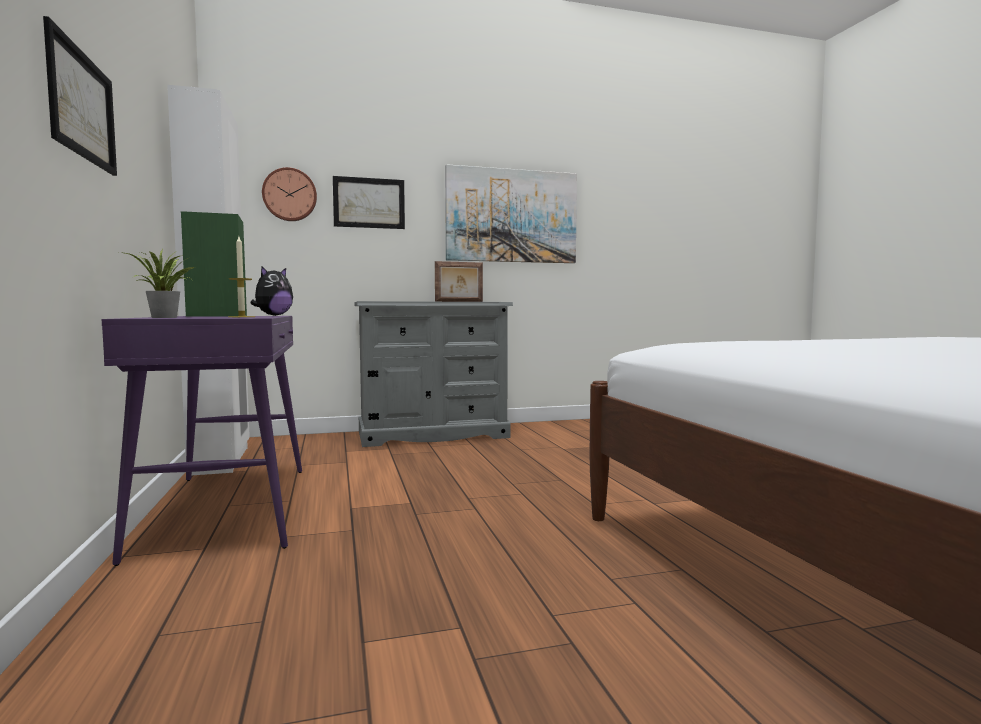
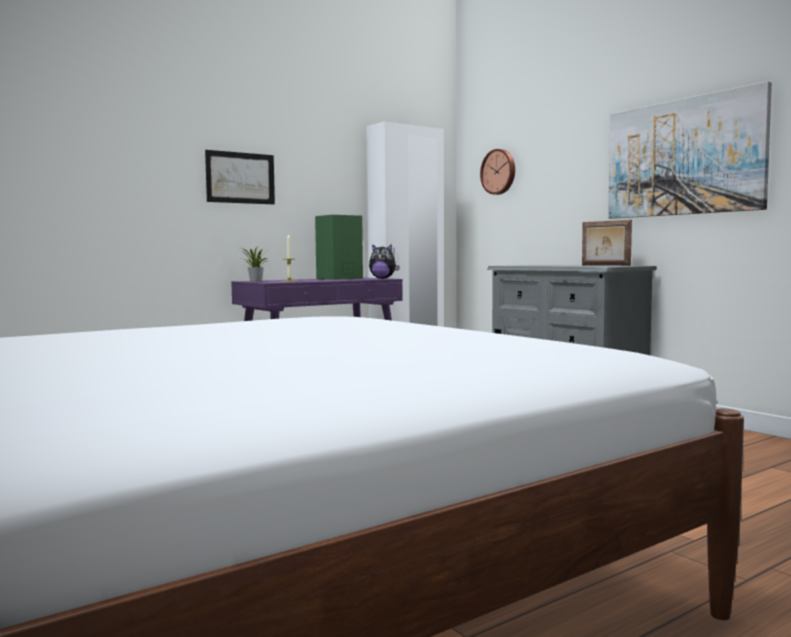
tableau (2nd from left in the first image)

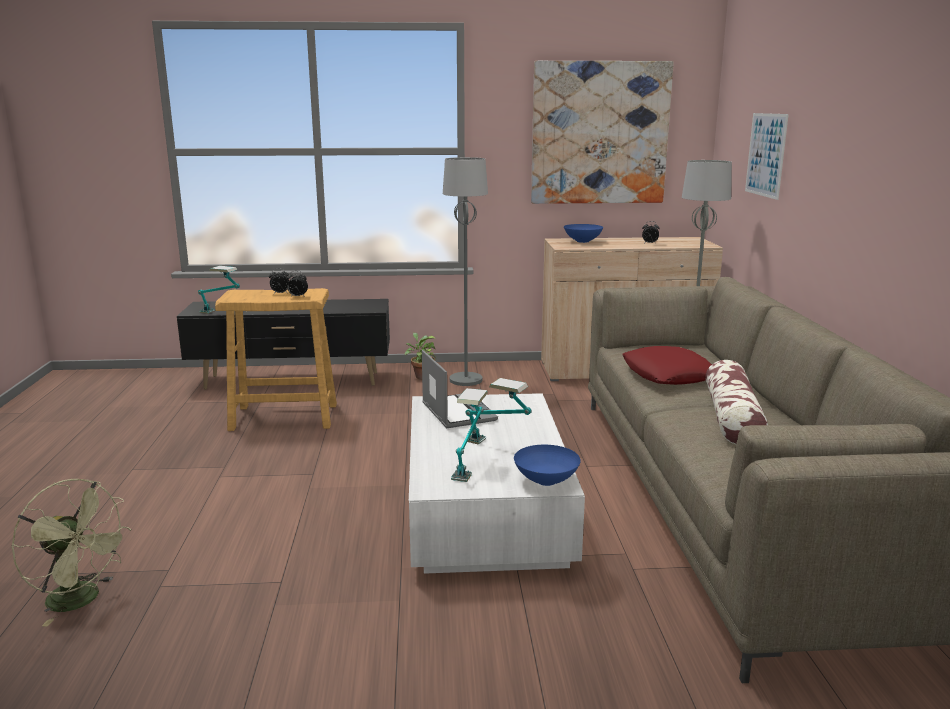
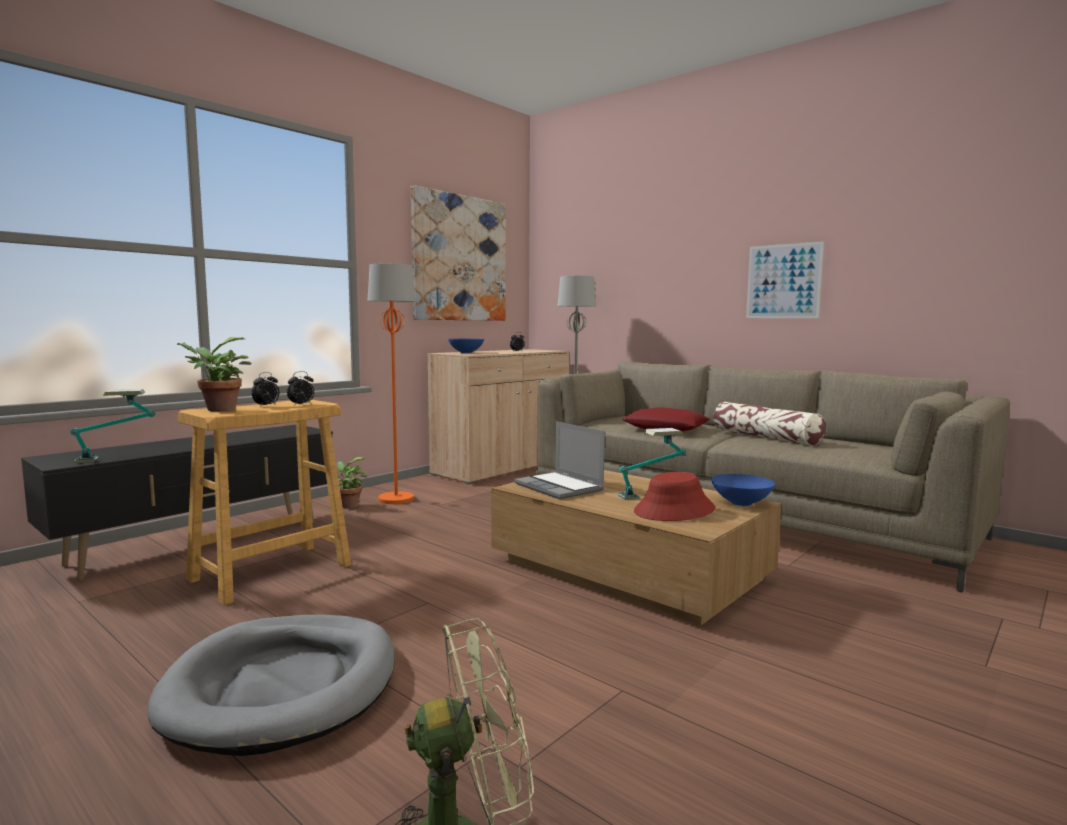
table basse/marron; ordinateur portable; lampadaire/orange; chapeau/rouge; tableau (2nd from left); panier pour chien/gris; plante en pot (1st from left)

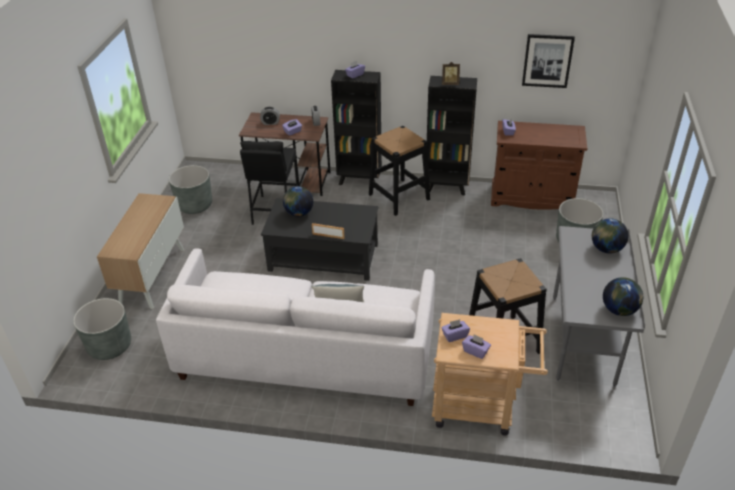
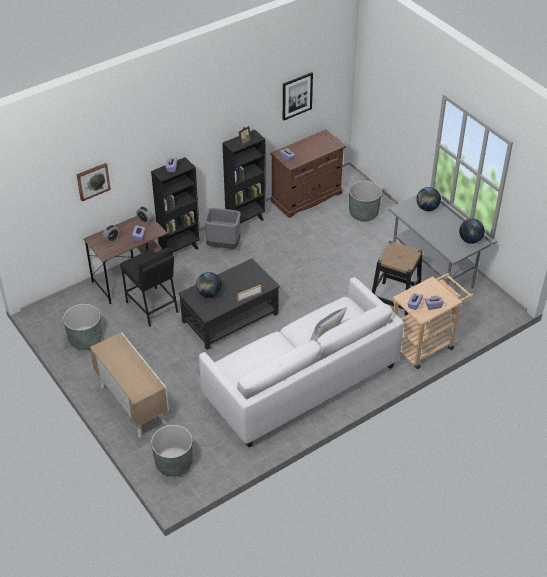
poubelle/gris; tableau (1st from left)

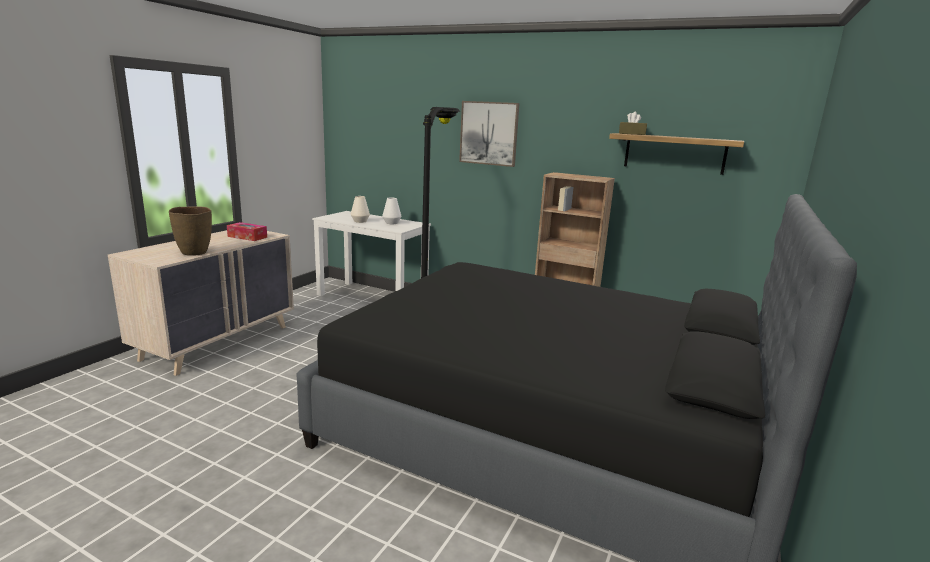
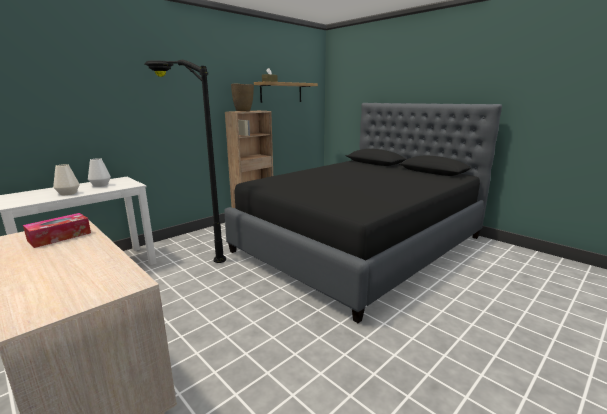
vase/marron; tableau

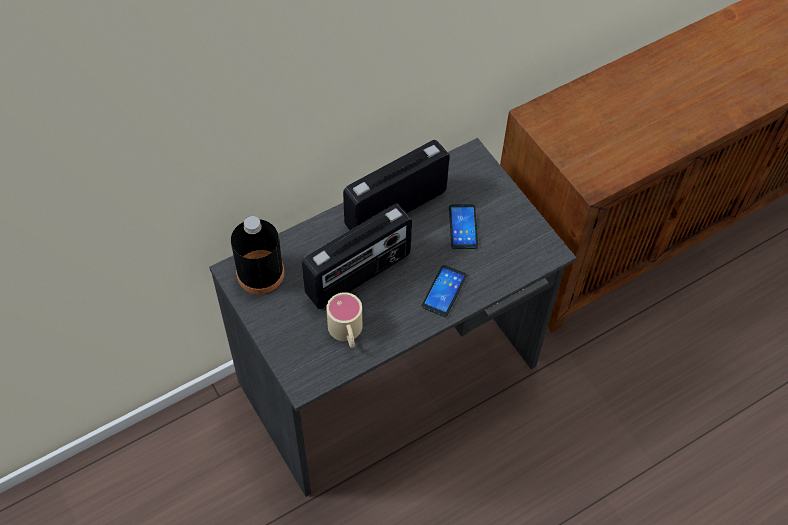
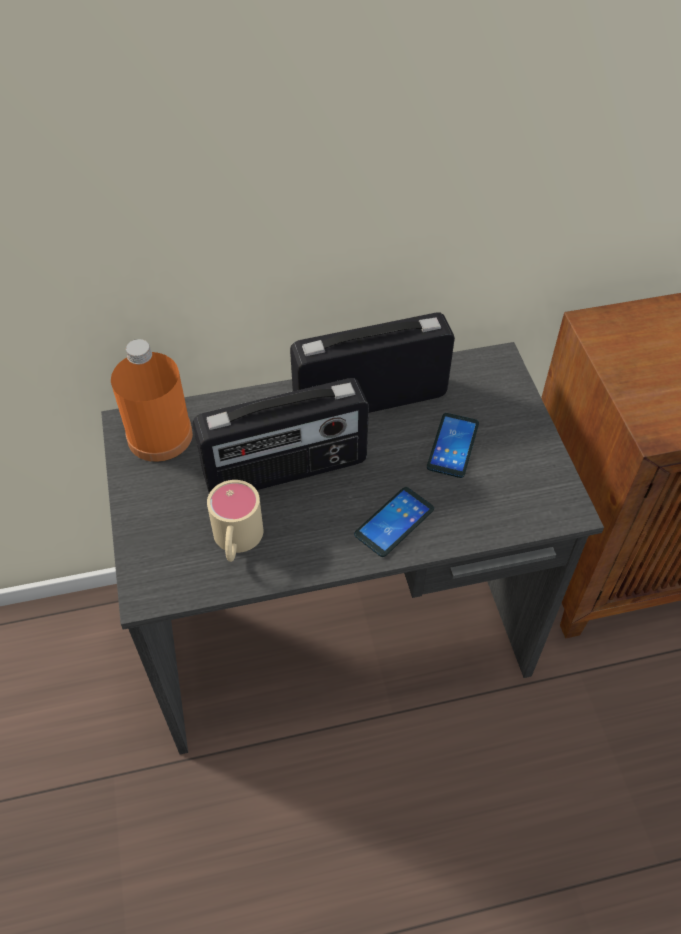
bouteille/orange

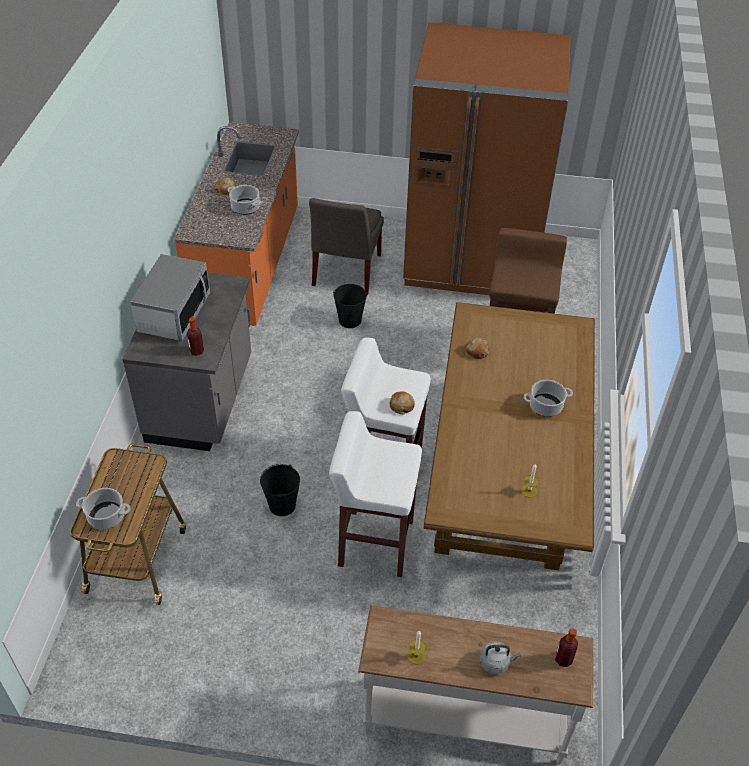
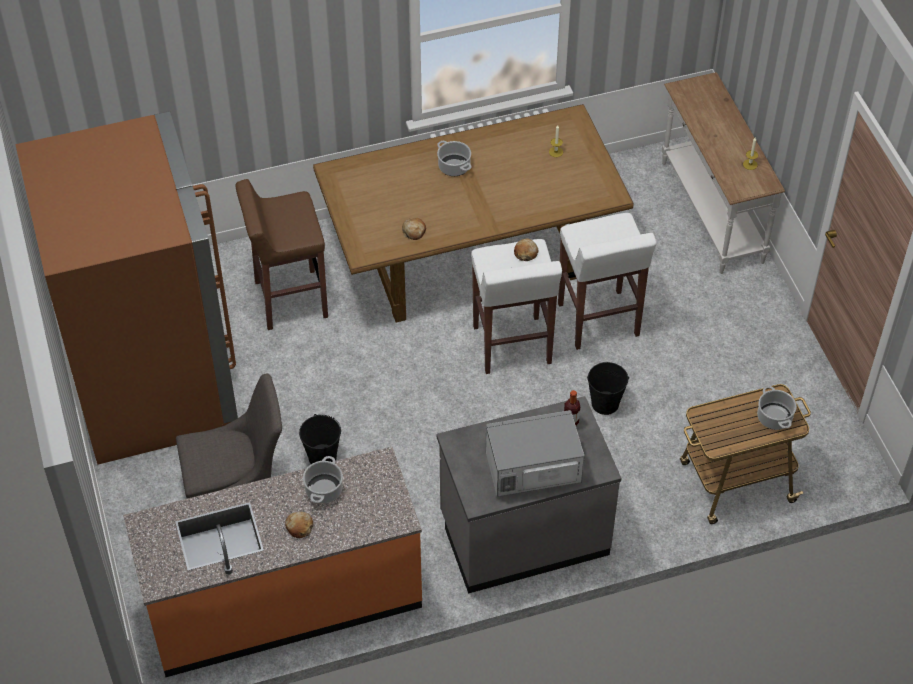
bouilloire/gris; bouteille (2nd from left in the first image)

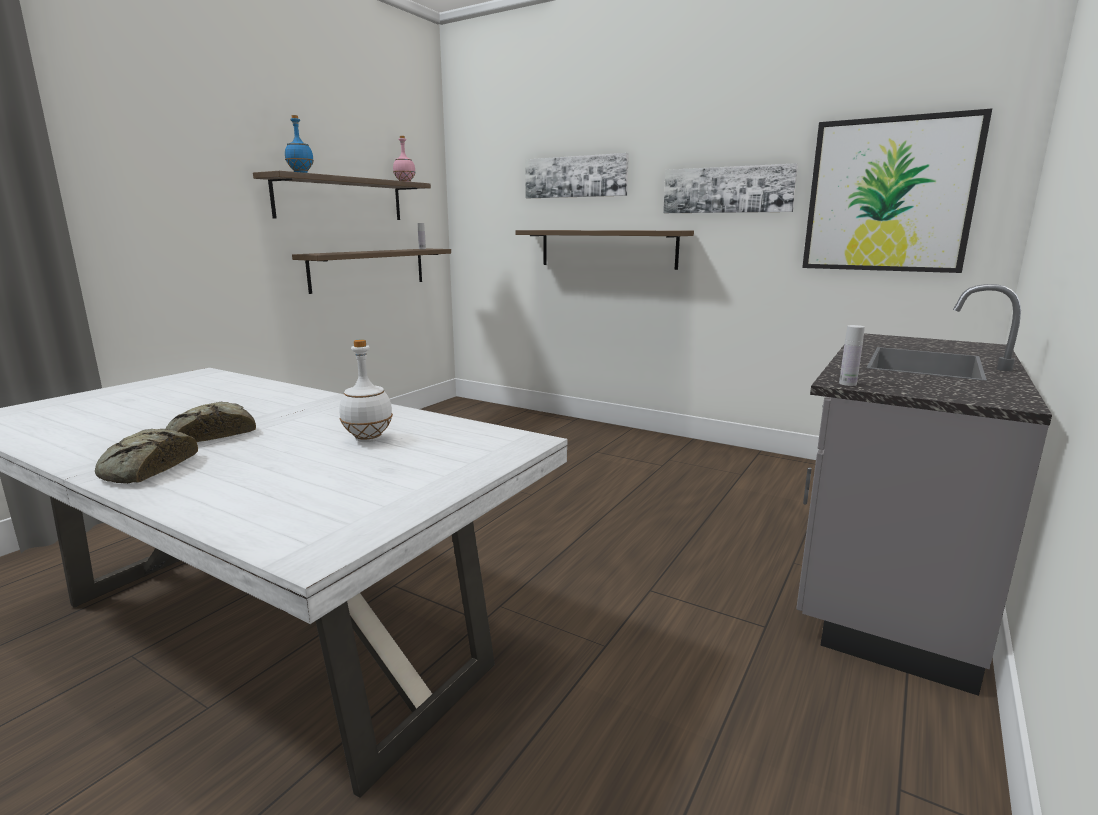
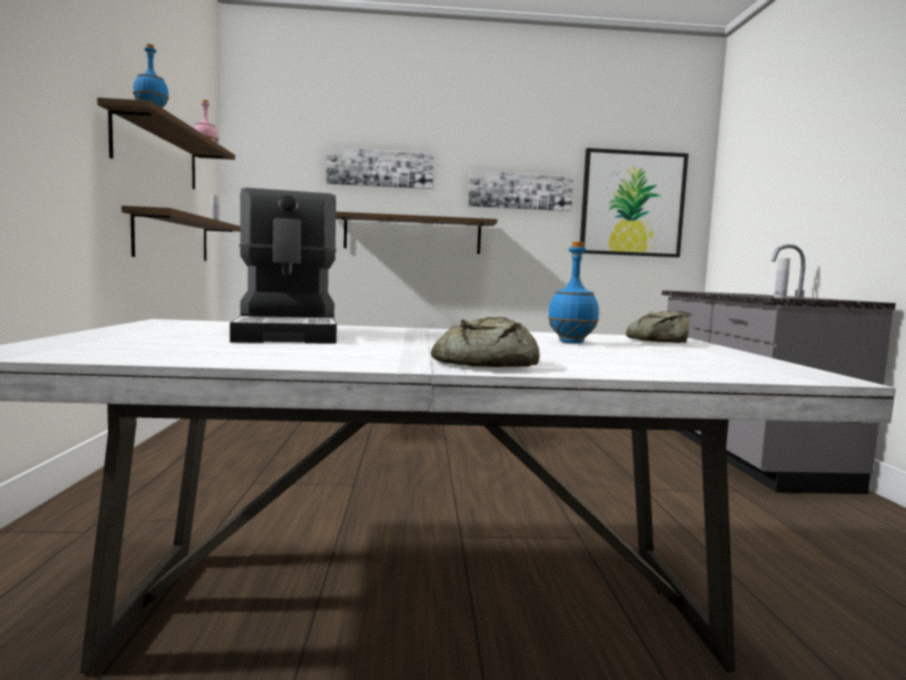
pain (2nd from left); bouteille/bleu (2nd from left); machine à café

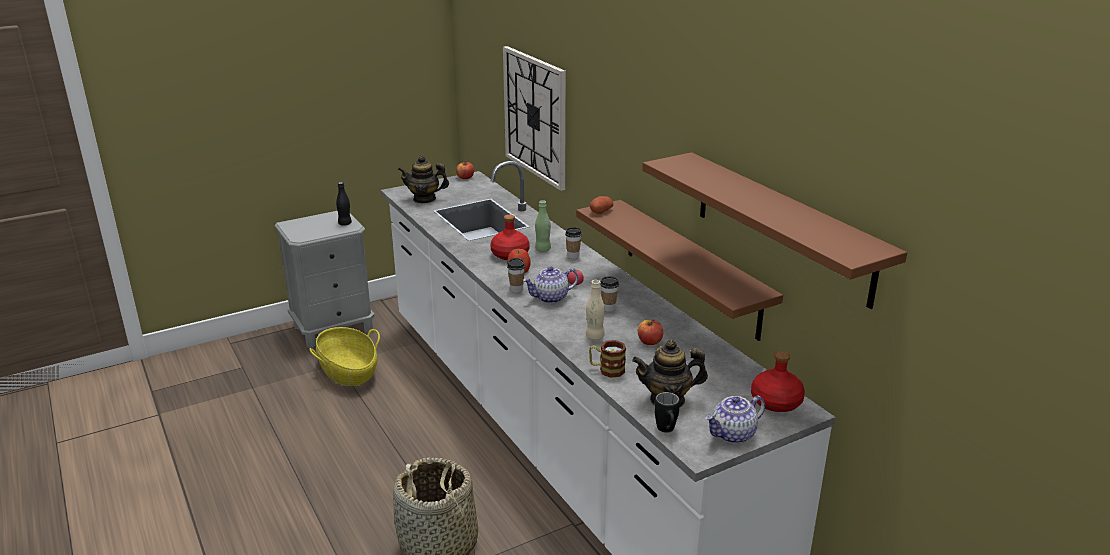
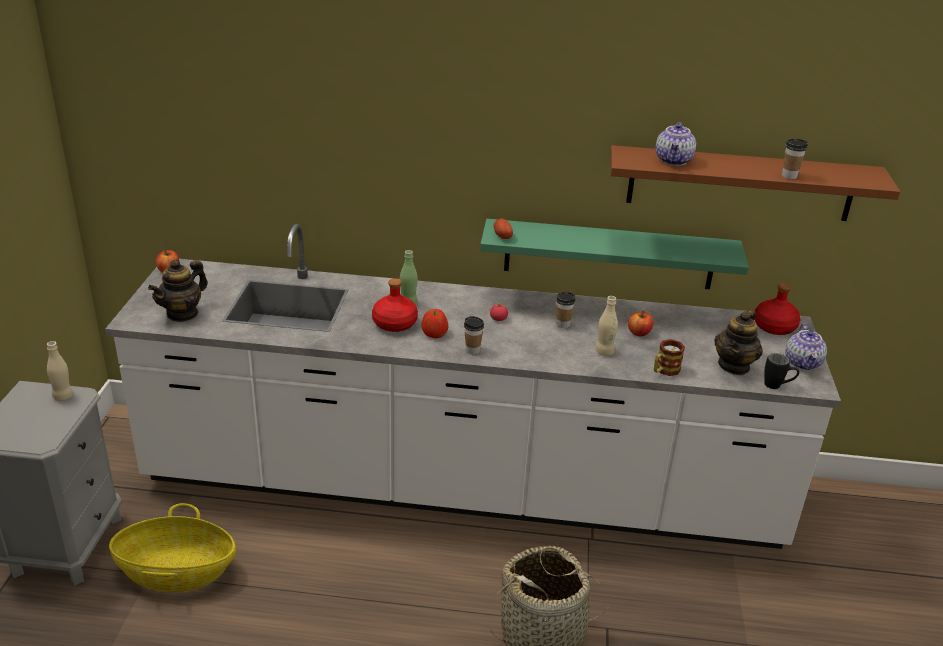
bouteille/beige (1st from left); horloge murale; théière (2nd from left); tasse (3rd from left); étagère/vert

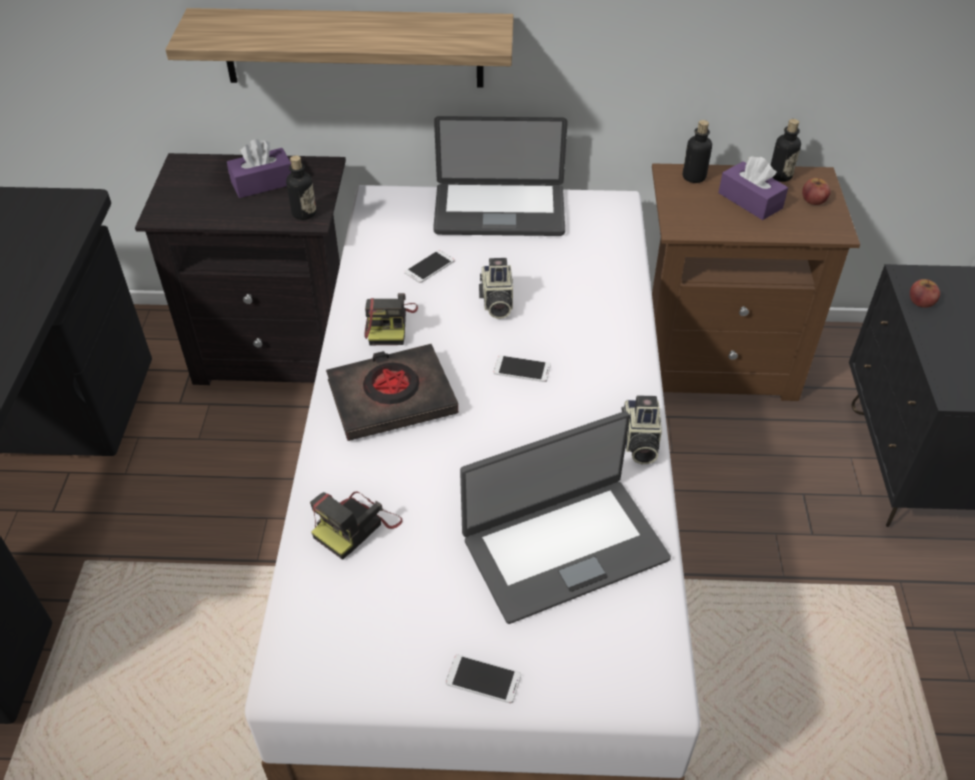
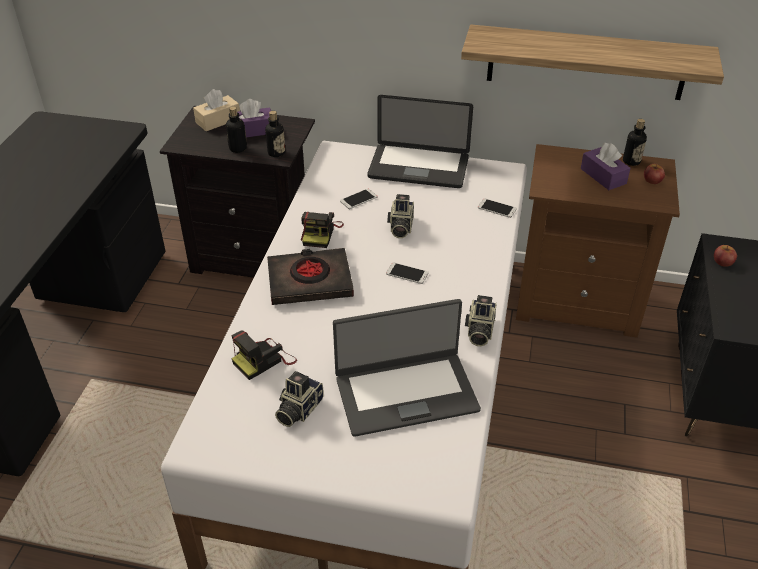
étagère; téléphone (3rd from left); bouteille (1st from left); boîte à mouchoirs/beige; appareil photo (2nd from left)

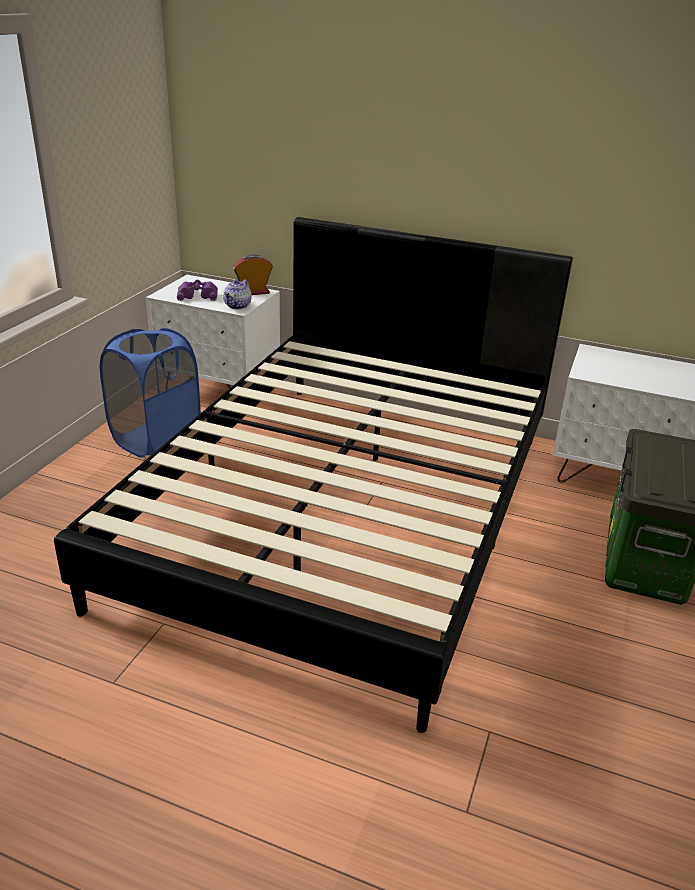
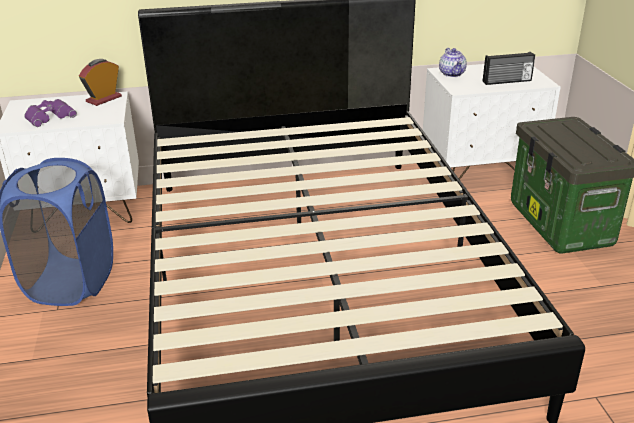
théière; radio

